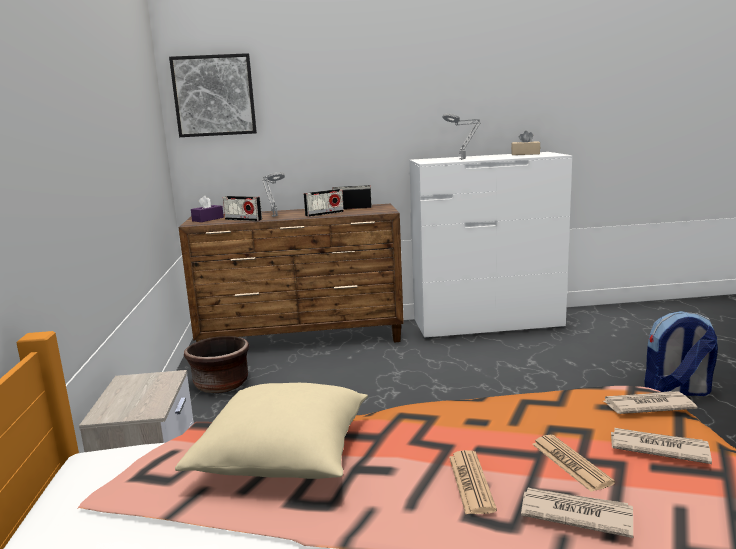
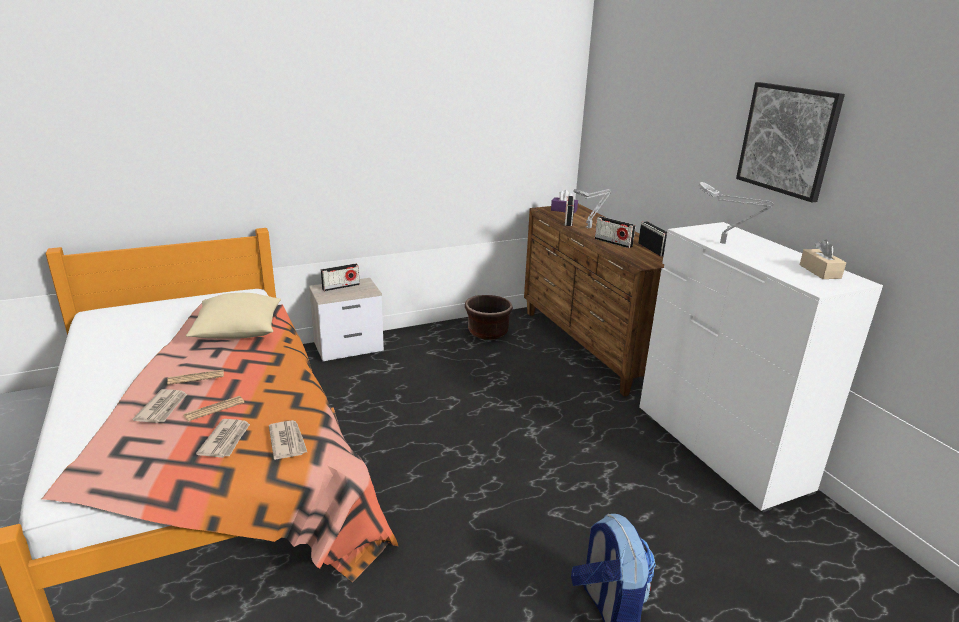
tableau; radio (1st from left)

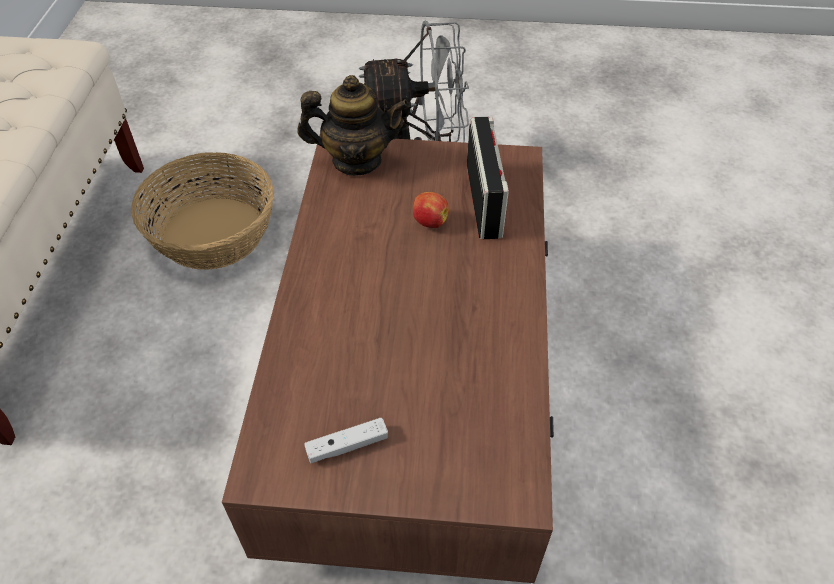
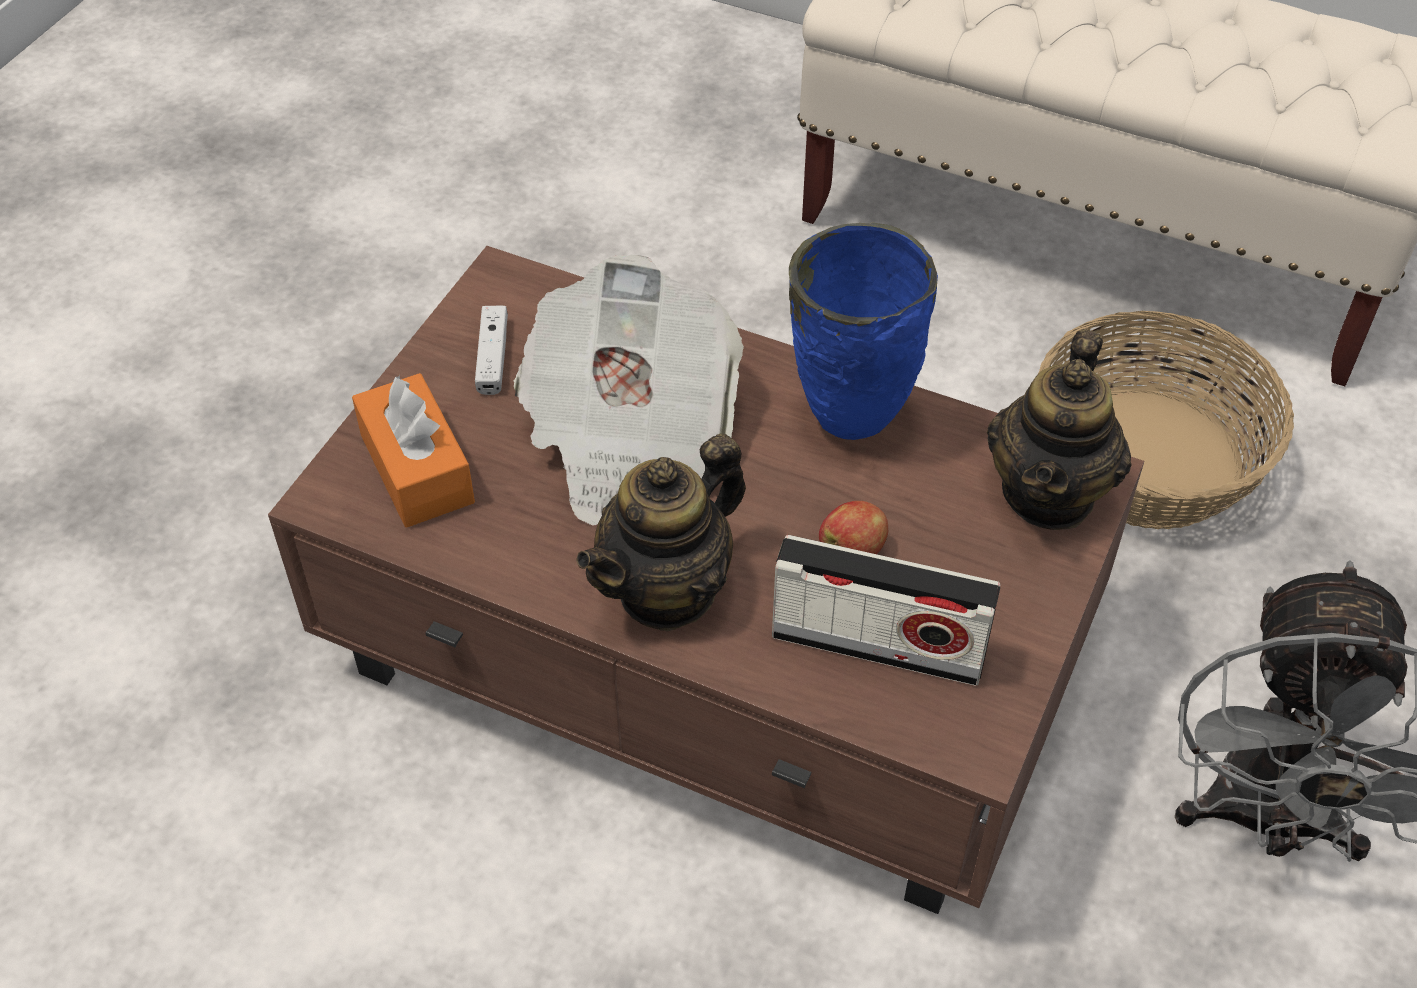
boîte à mouchoirs/orange; journal; théière (1st from left); vase/bleu

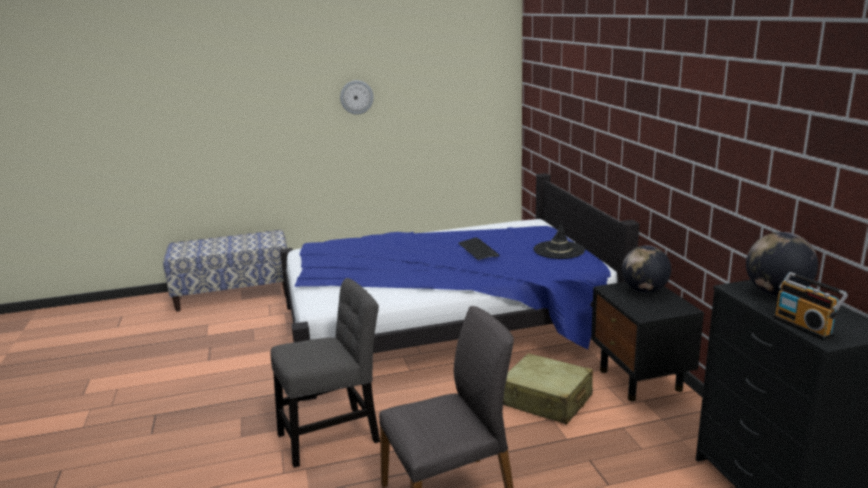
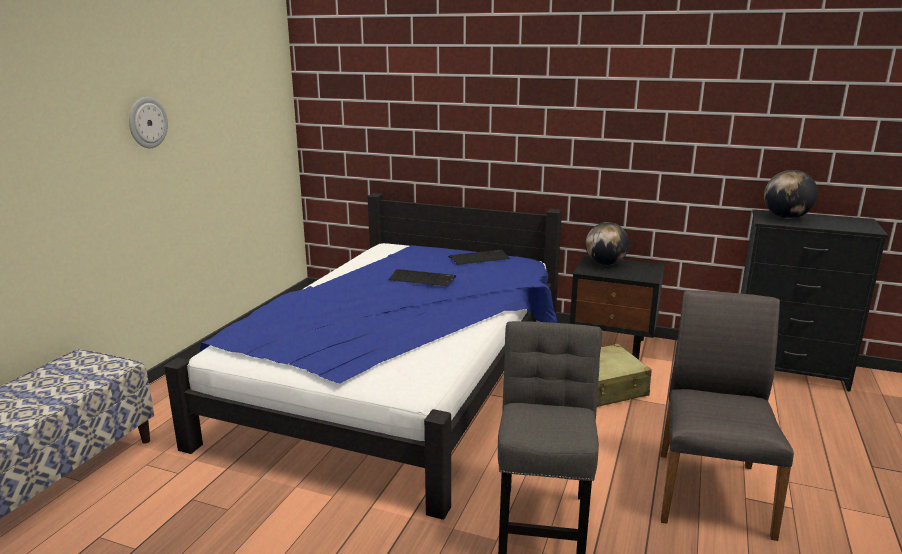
clavier (2nd from left); radio

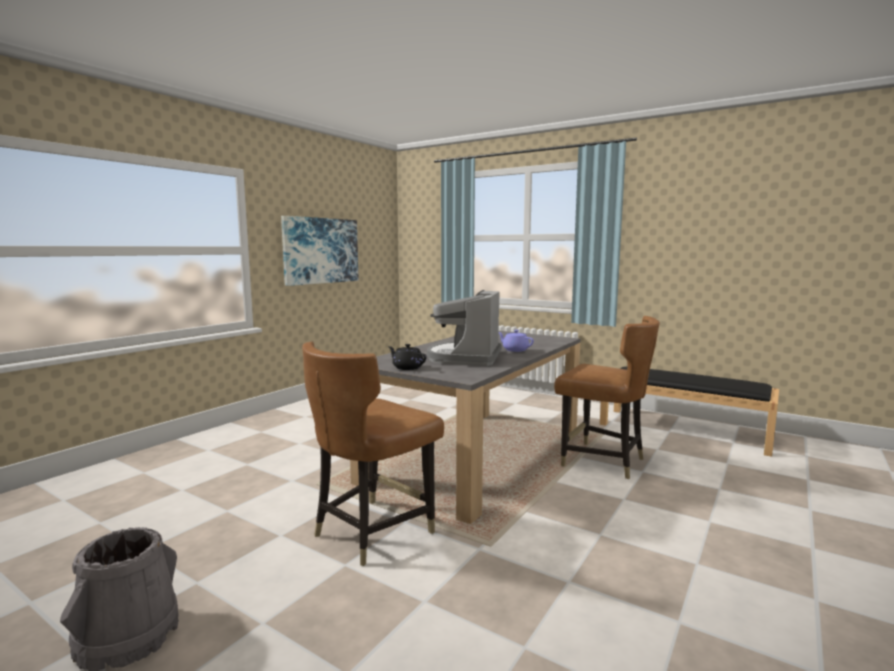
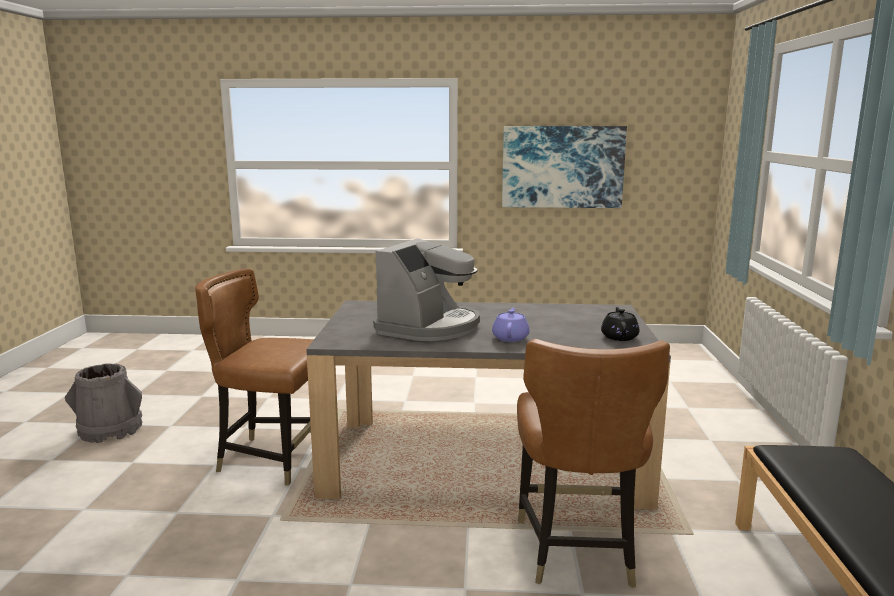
théière/noir; machine à café

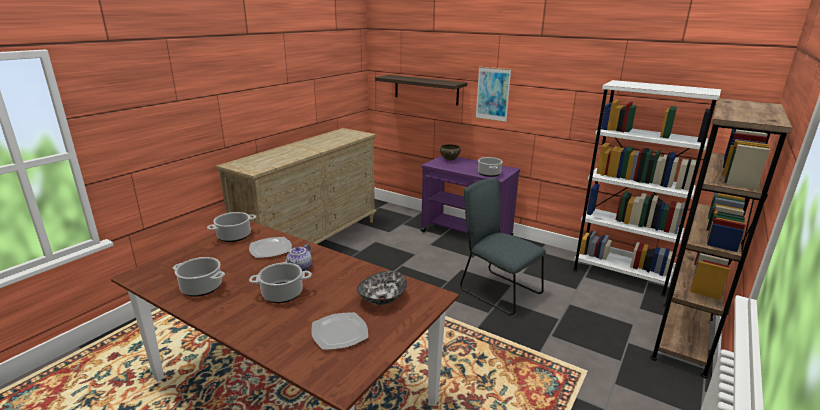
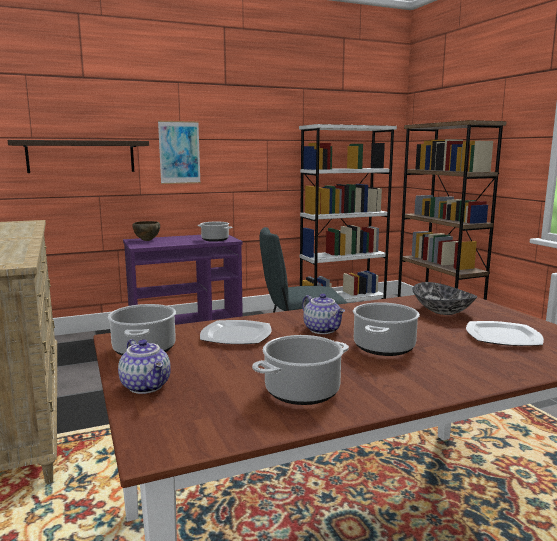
théière (1st from left)

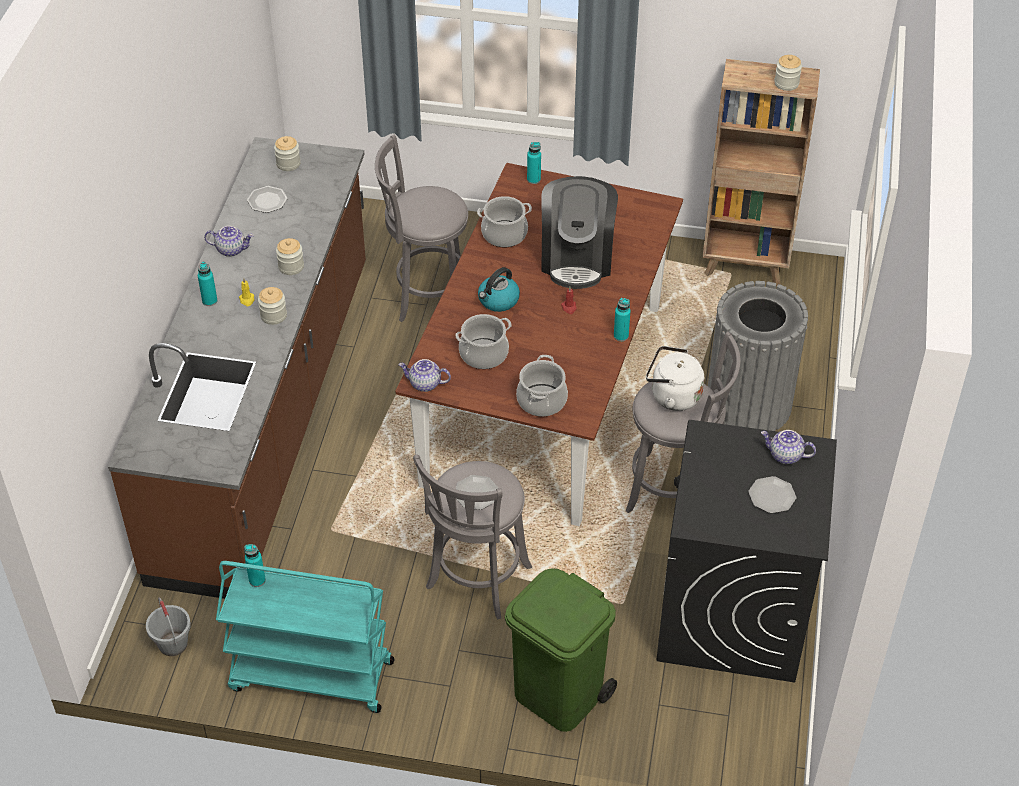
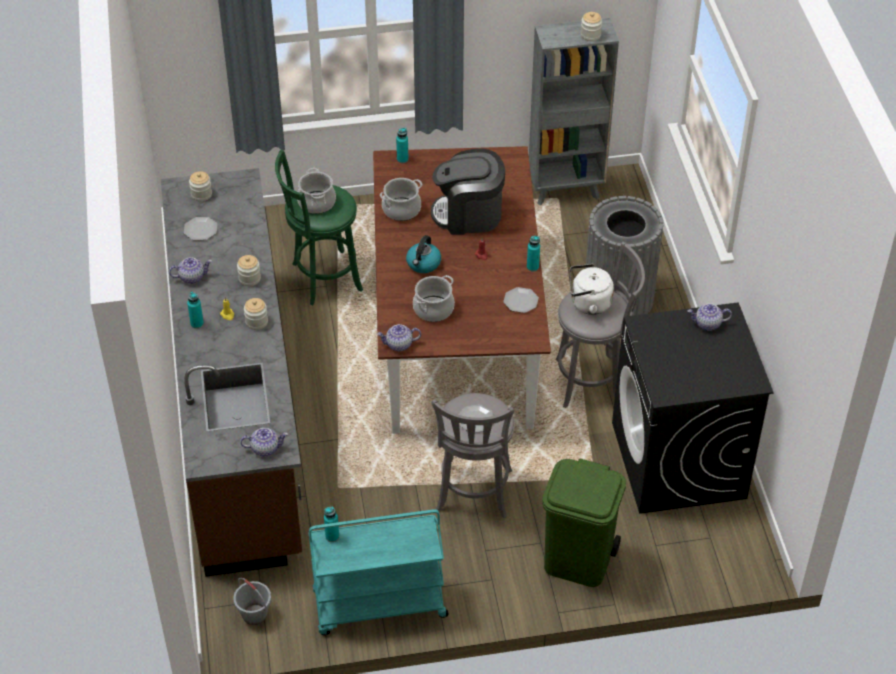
tabouret/vert; marmite (1st from left); machine à café; bibliothèque/gris; assiette (3rd from left); théière (2nd from left)

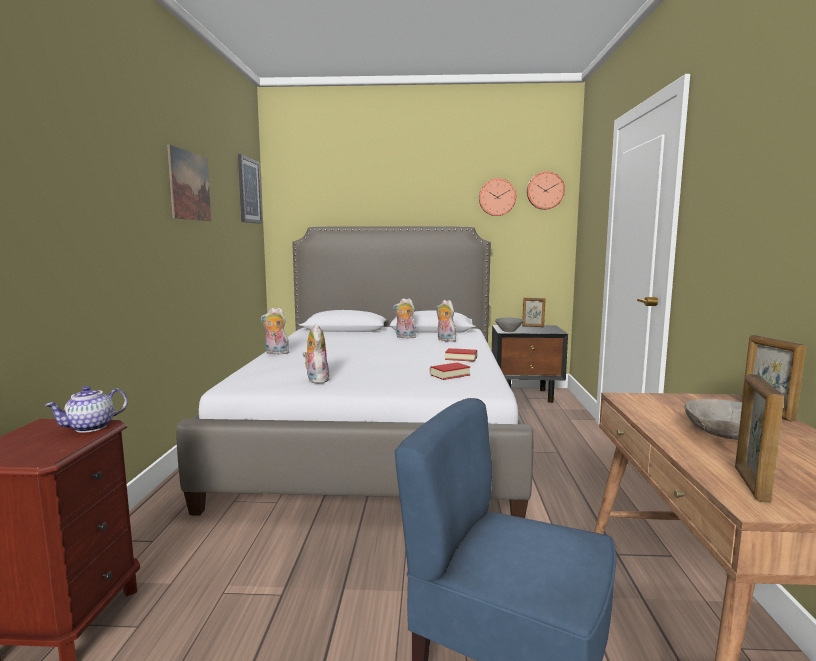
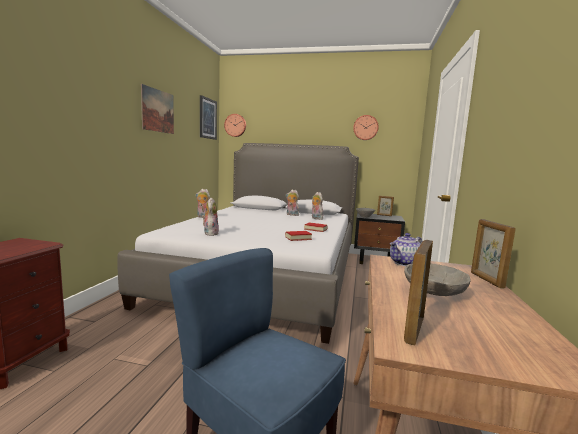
théière; horloge murale (1st from left)

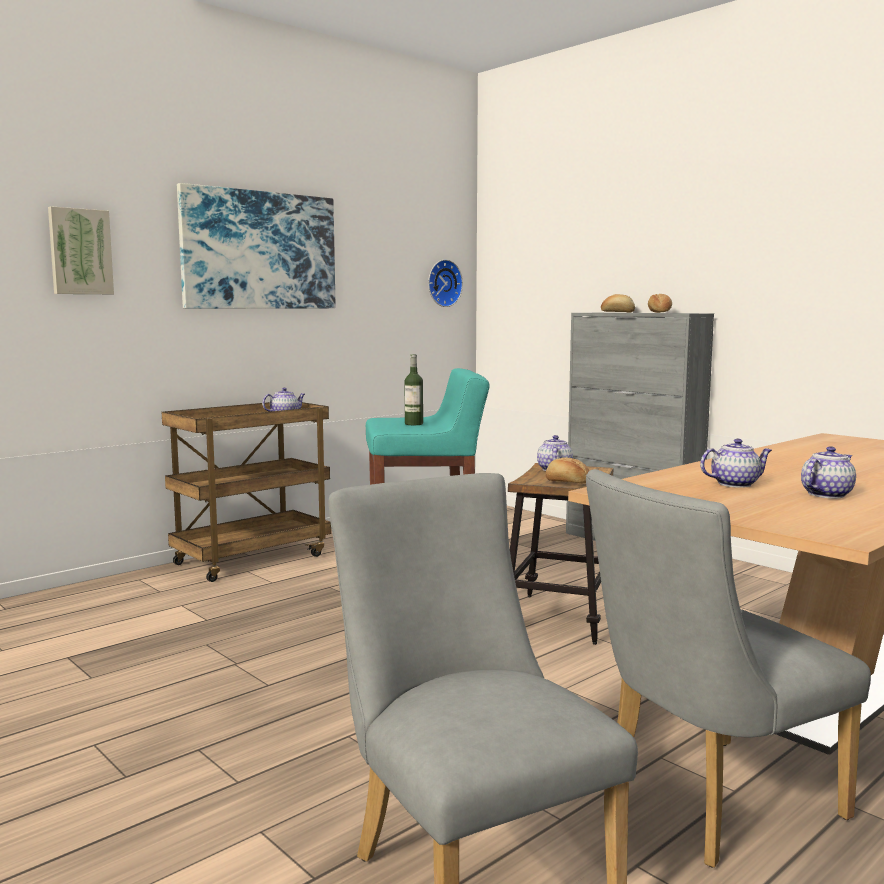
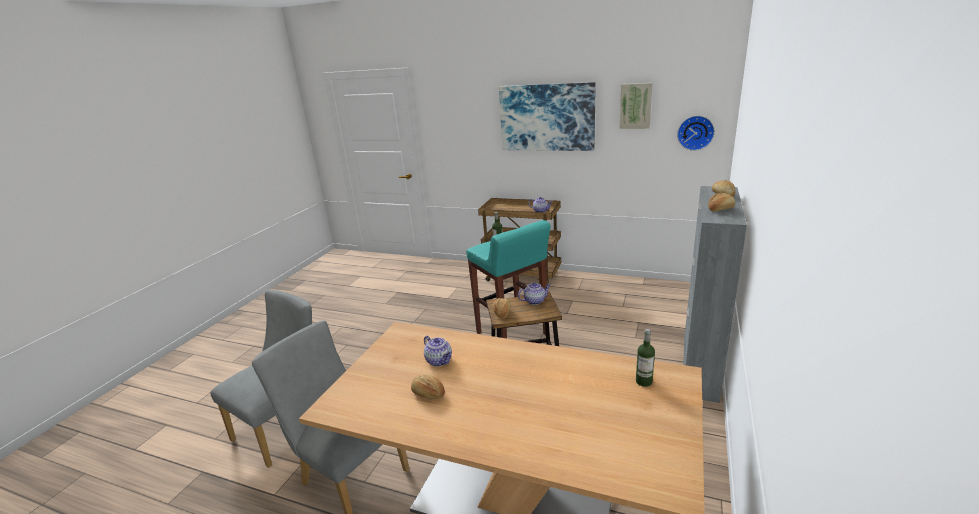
tableau (2nd from left); pain (1st from left); bouteille (2nd from left)

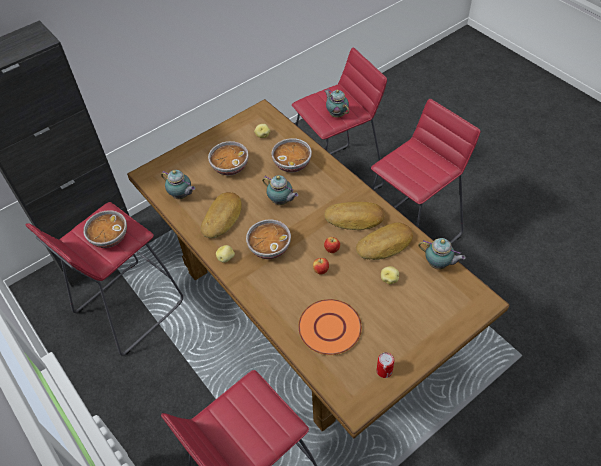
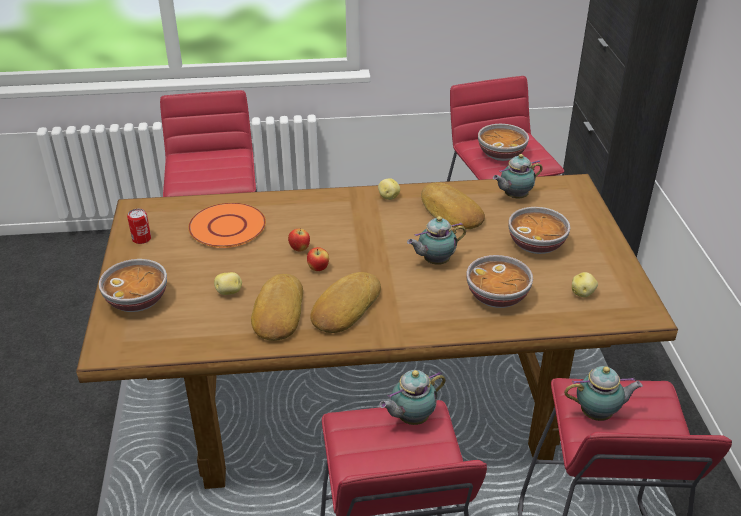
bol (1st from left); théière (1st from left)

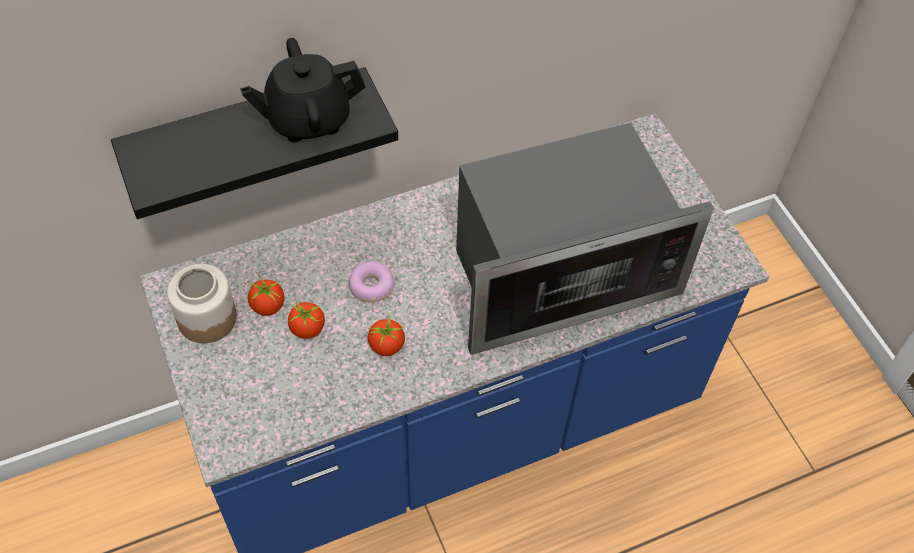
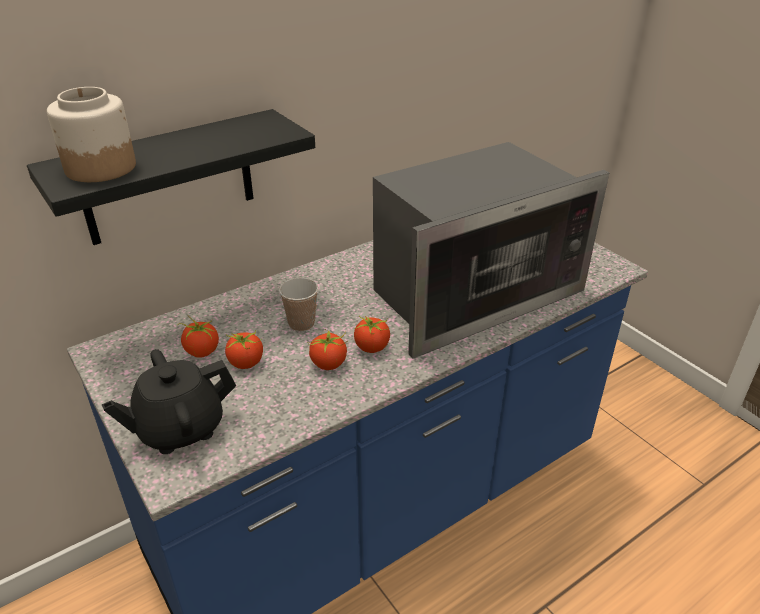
bocal; théière/noir; tasse; tomate (4th from left)

